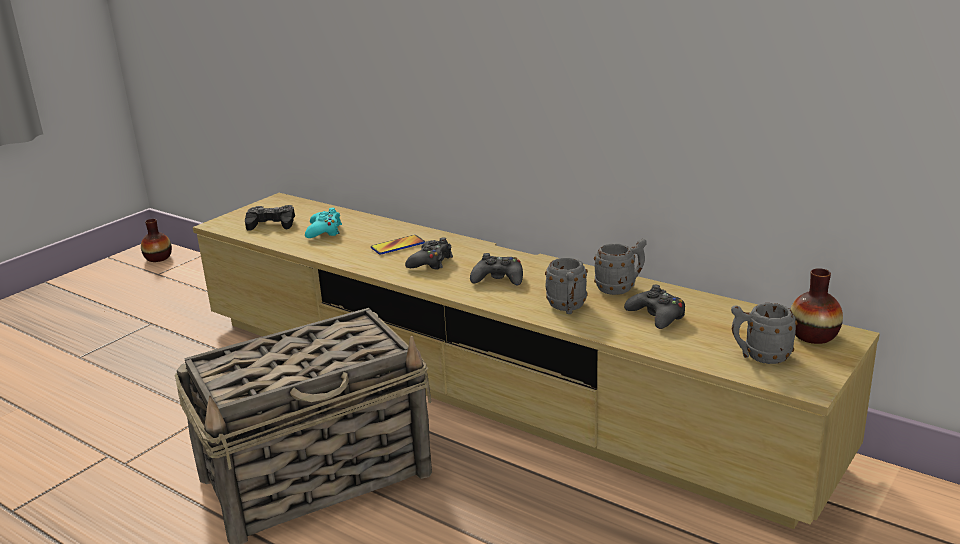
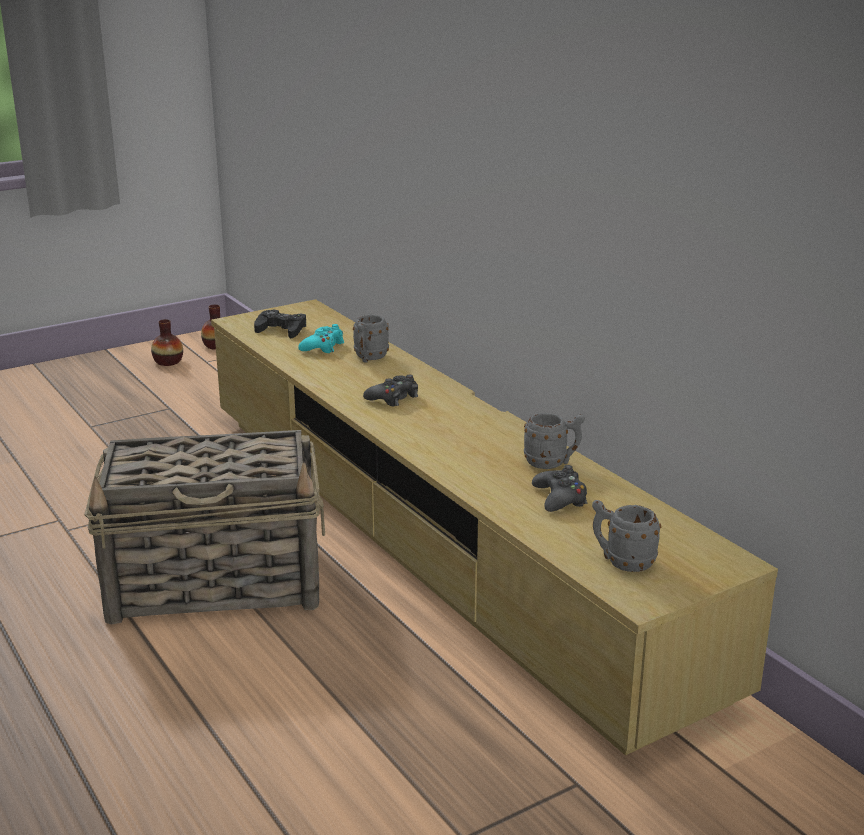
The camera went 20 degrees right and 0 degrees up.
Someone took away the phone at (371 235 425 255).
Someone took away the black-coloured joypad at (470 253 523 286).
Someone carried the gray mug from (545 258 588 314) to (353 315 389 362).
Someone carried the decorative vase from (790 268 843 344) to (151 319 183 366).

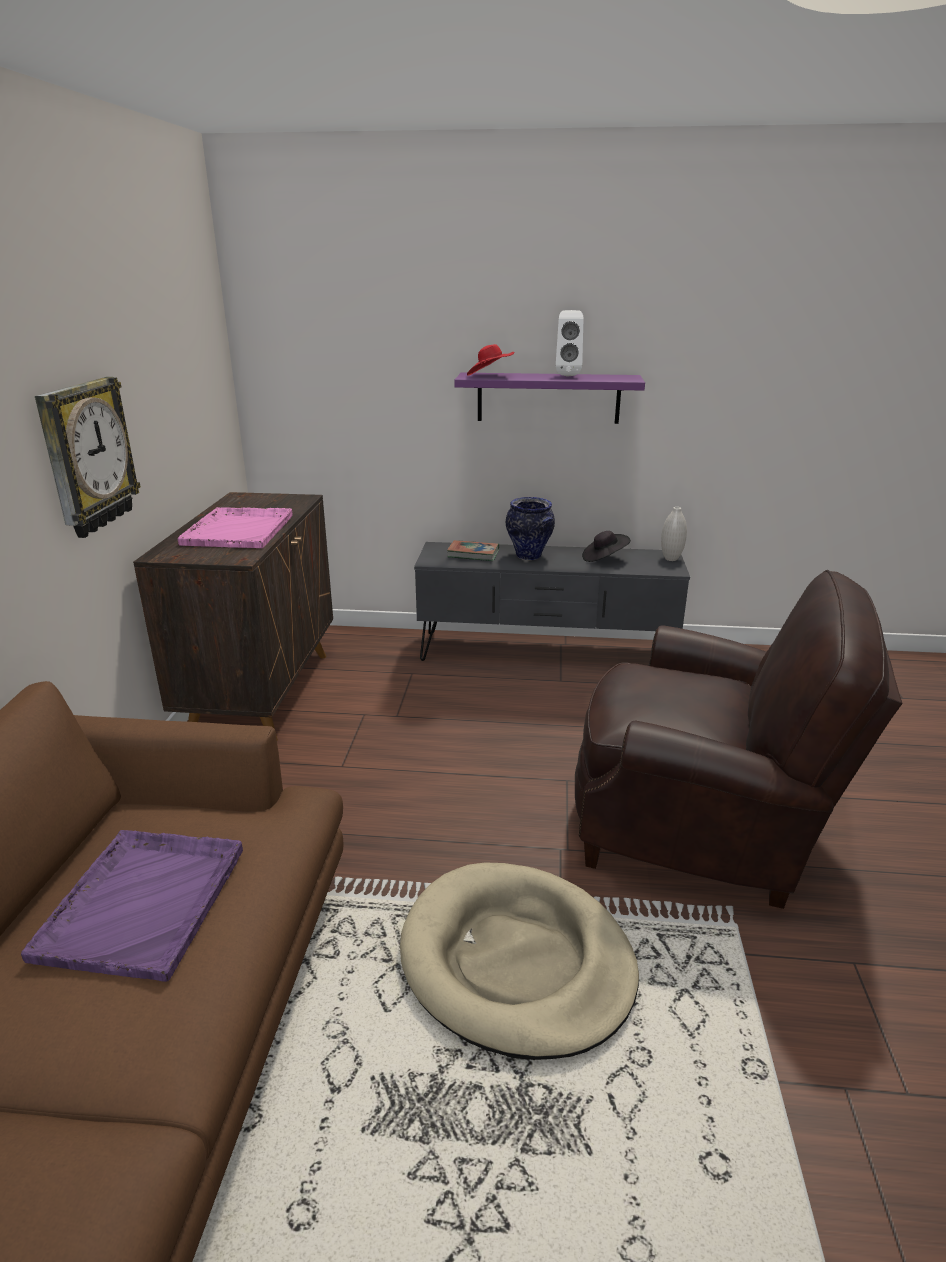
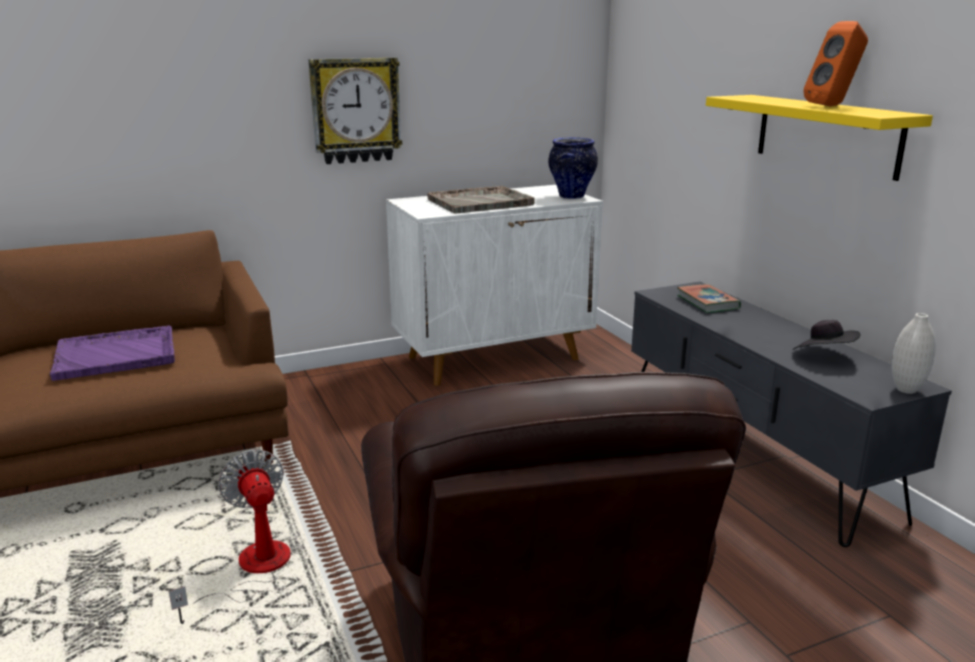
The camera went 60 degrees right and 5 degrees down.
Someone repainted the whitish loudspeaker at (556 310 583 376), which became the orange loudspeaker at (803 21 868 106).
Someone took away the reddish wearable hat at (467 344 515 376).
Someone repainted the purplish shelf at (455 373 645 424), which became the yellow-coloured shelf at (706 95 933 181).
Someone repainted the brown-coloured cabinet at (133 492 333 741), which became the whitish cabinet at (386 185 603 386).
Someone carried the decorative vase from (506 497 555 560) to (548 137 598 199).
Someone repainted the pink serving tray at (178 507 293 548), which became the gray serving tray at (427 186 535 214).
Someone swapped the sand-coloured dog bed at (400 863 639 1060) for the fan at (169 449 291 624).

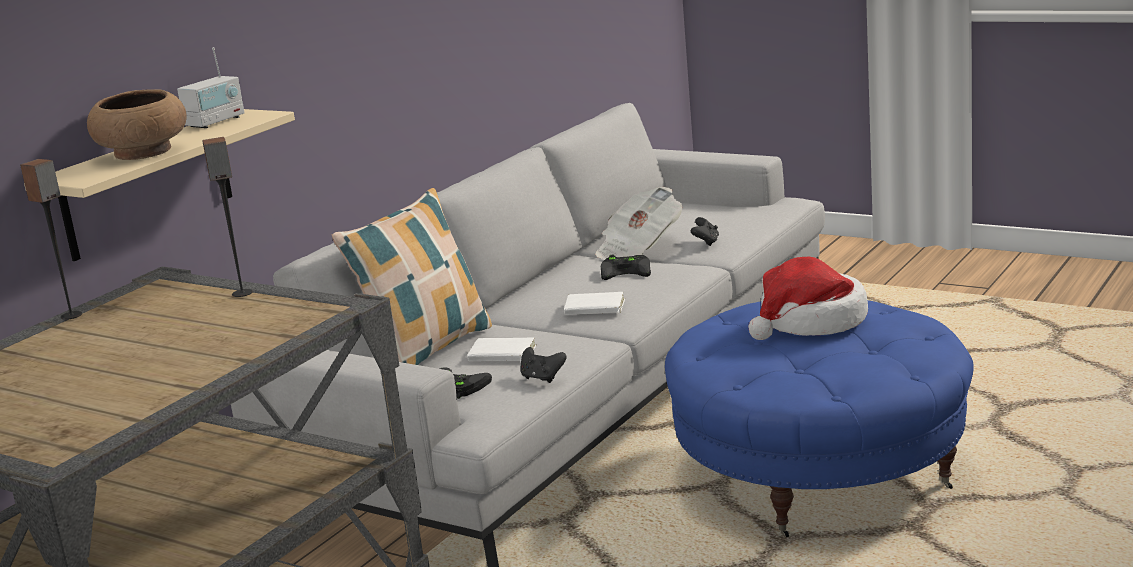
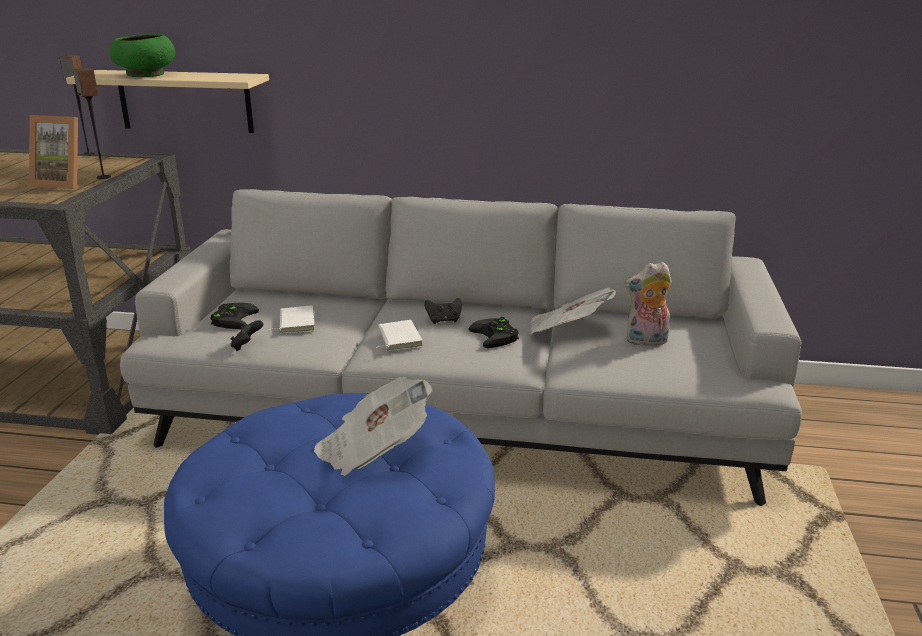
The camera went 65 degrees right and 5 degrees up.
Someone took away the radio at (177 47 244 128).
Someone repainted the brown-coloured bowl at (87 89 187 160), which became the green bowl at (109 34 175 77).
Someone took away the throw pillow at (332 188 492 365).
Someone carried the black-coloured joypad from (691 217 719 246) to (424 298 462 324).
Someone swapped the wearable hat at (748 257 868 340) for the newspaper at (314 377 433 476).
Someone put down the standing frame at (29 115 78 189).
Someone put down the soft toy at (625 261 672 346).

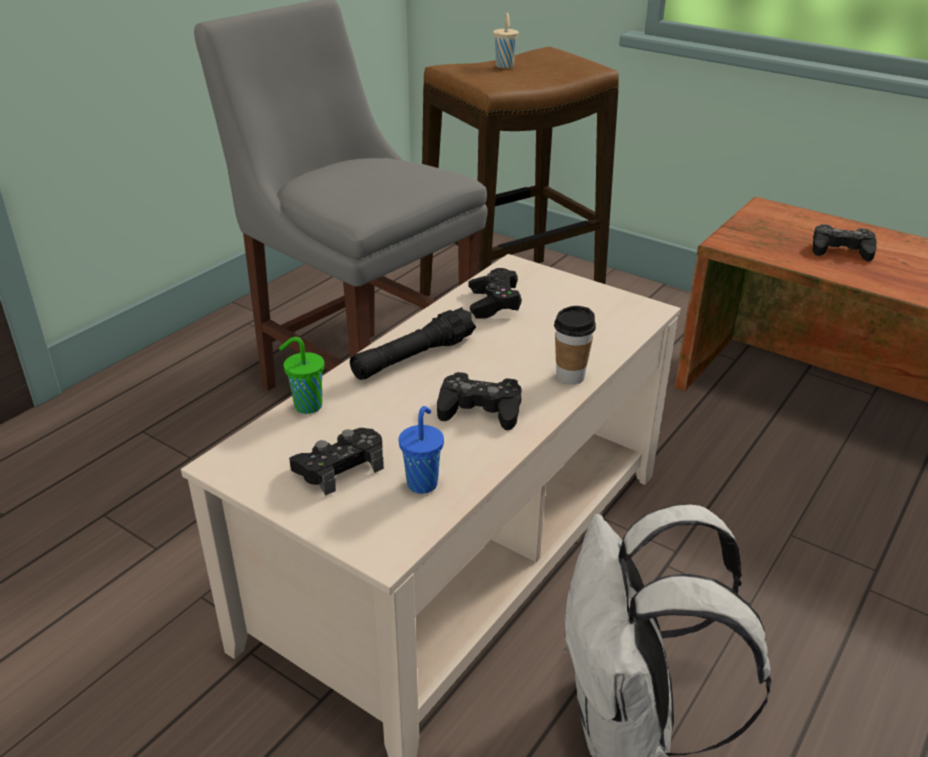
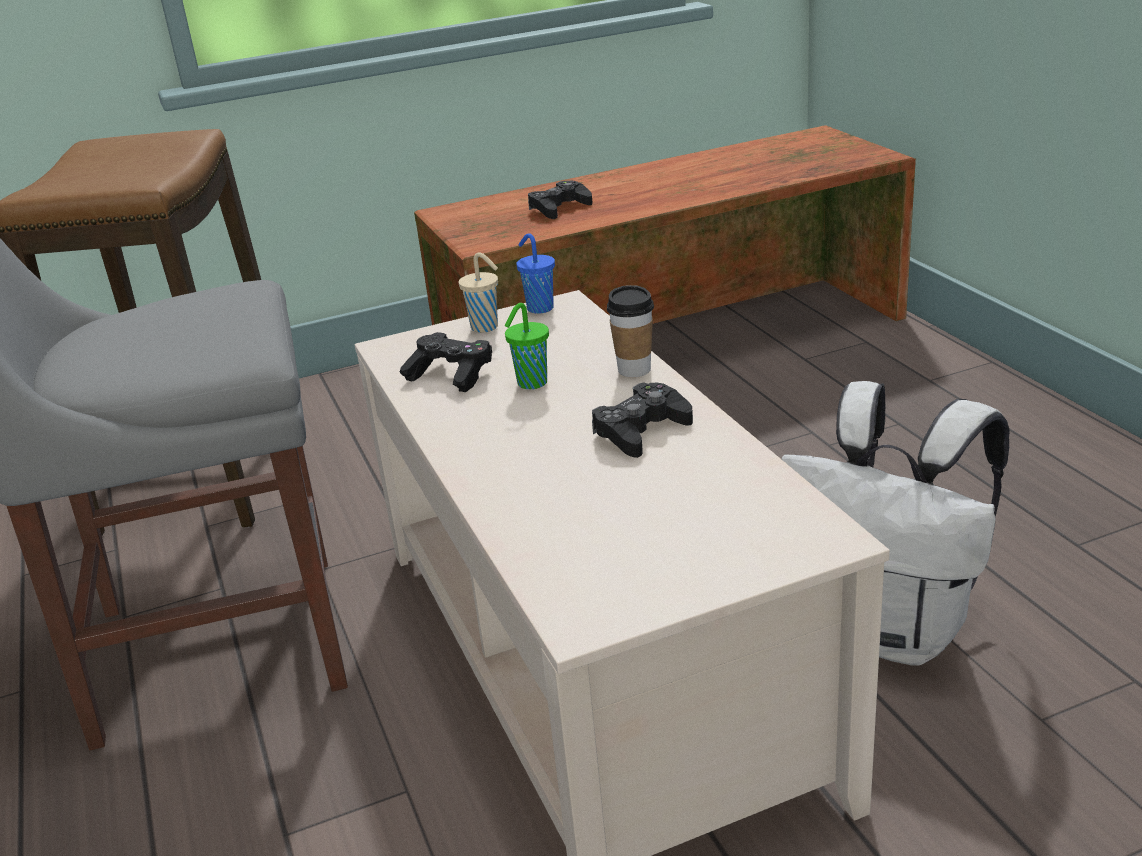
The camera went 55 degrees left and 5 degrees down.
Someone carried the sand-coloured small cup from (493 13 519 68) to (459 252 498 333).
Someone took away the black-coloured hand torch at (350 307 476 380).
Someone carried the green small cup from (279 337 324 414) to (505 303 549 389).
Someone carried the blue small cup from (399 406 444 494) to (516 233 555 314).
Someone took away the black-coloured joypad at (289 428 384 496).

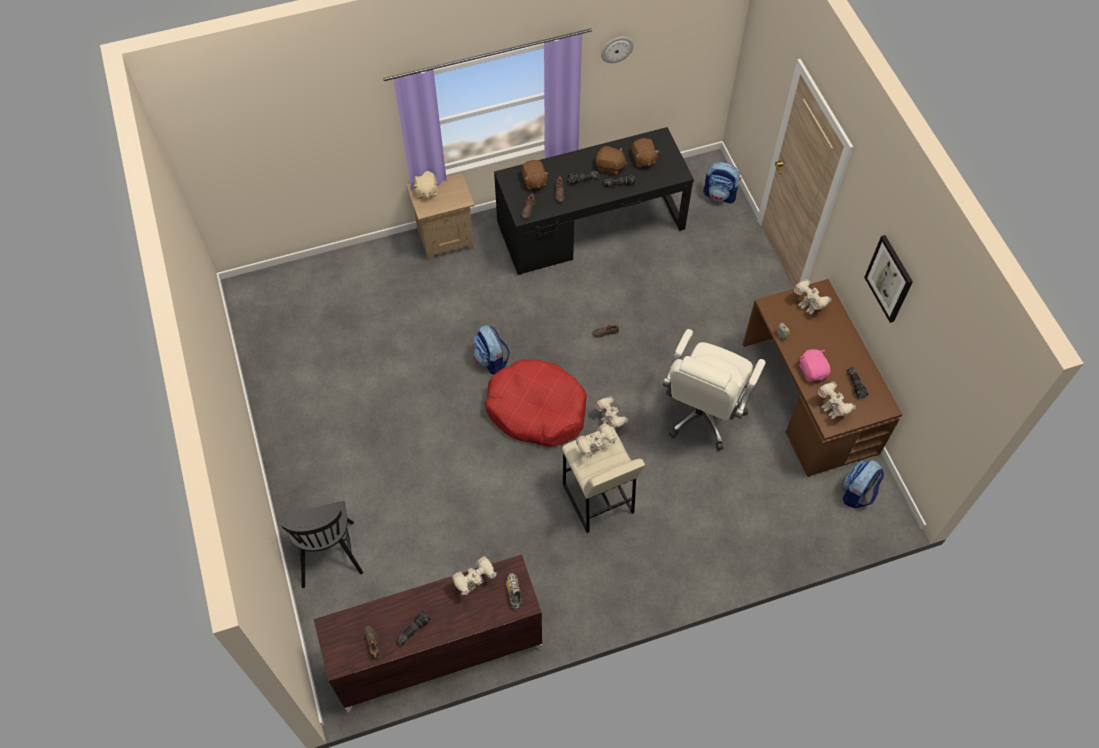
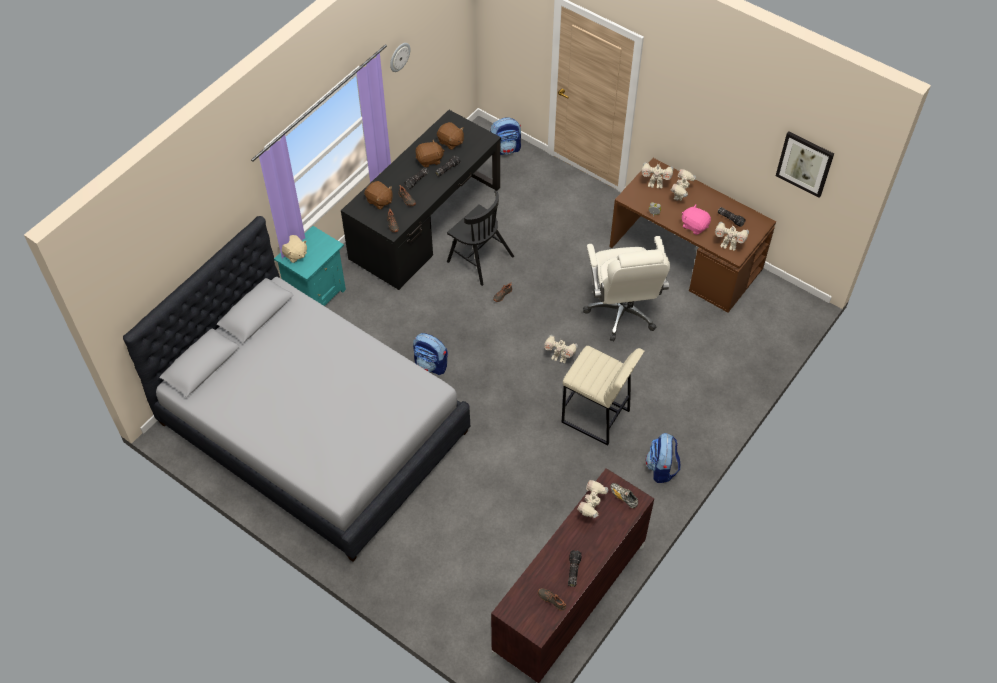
The camera went 35 degrees left and 5 degrees down.
Someone repainted the sand-coloured nightstand at (406 173 474 261), which became the turquoise-coloured nightstand at (274 226 346 306).
Someone carried the wall art from (864 235 913 323) to (776 131 834 198).
Someone took away the reddish dog bed at (485 359 587 447).
Someone carried the robot figure from (576 423 617 457) to (671 169 696 201).
Someone carried the knapsack from (843 460 884 508) to (646 433 680 483).
Someone carried the black-coloured plain chair from (280 501 363 588) to (447 191 514 286).
Someone put down the gray bedroom bed at (123 216 470 562).

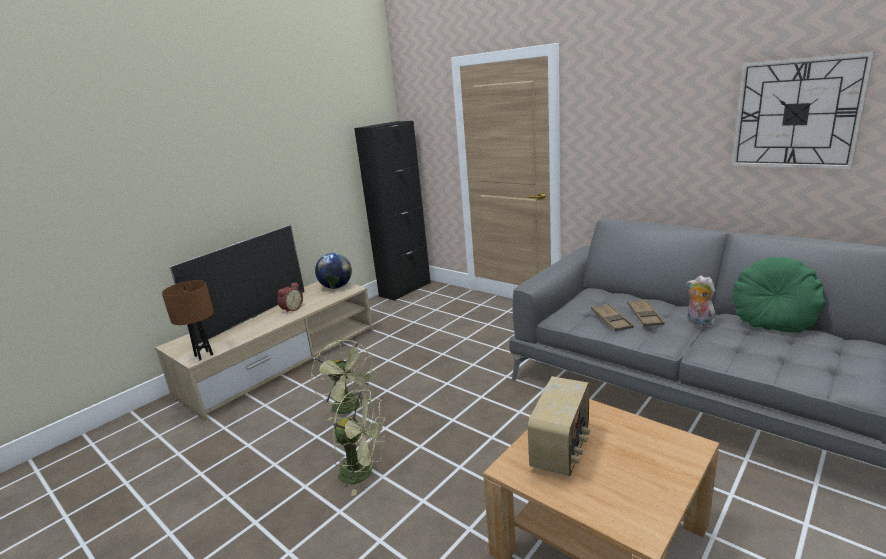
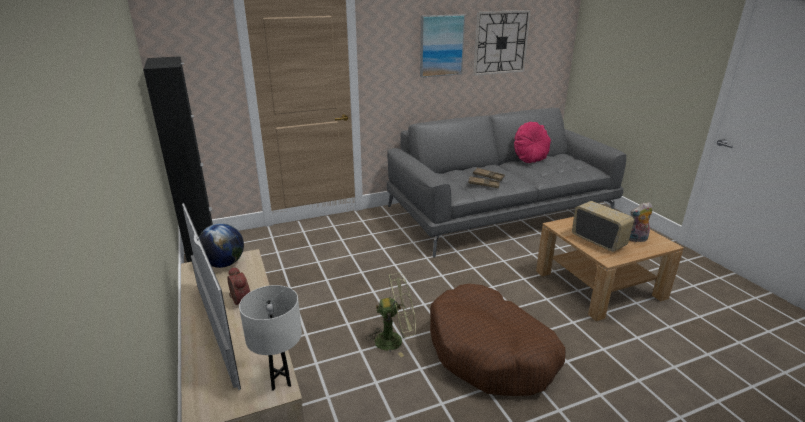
The camera went 65 degrees left and 5 degrees up.
Someone repainted the green throw pillow at (733 257 826 333), which became the pink throw pillow at (514 122 551 163).
Someone carried the soft toy from (686 275 715 328) to (629 202 652 242).
Someone repainted the brown-coloured table lamp at (162 280 214 361), which became the whitish table lamp at (239 285 302 391).
Someone swapped the green fan at (333 390 388 496) for the brown-coloured dog bed at (430 284 566 396).
Someone put up the wall art at (420 14 465 78).

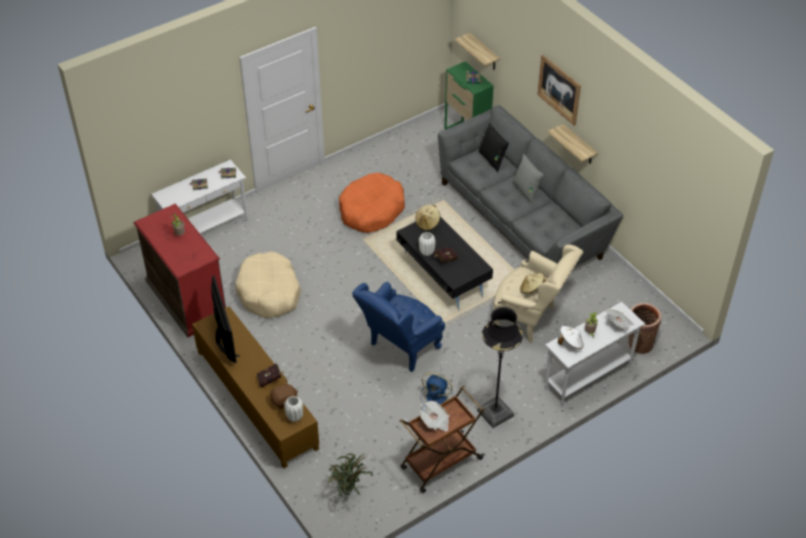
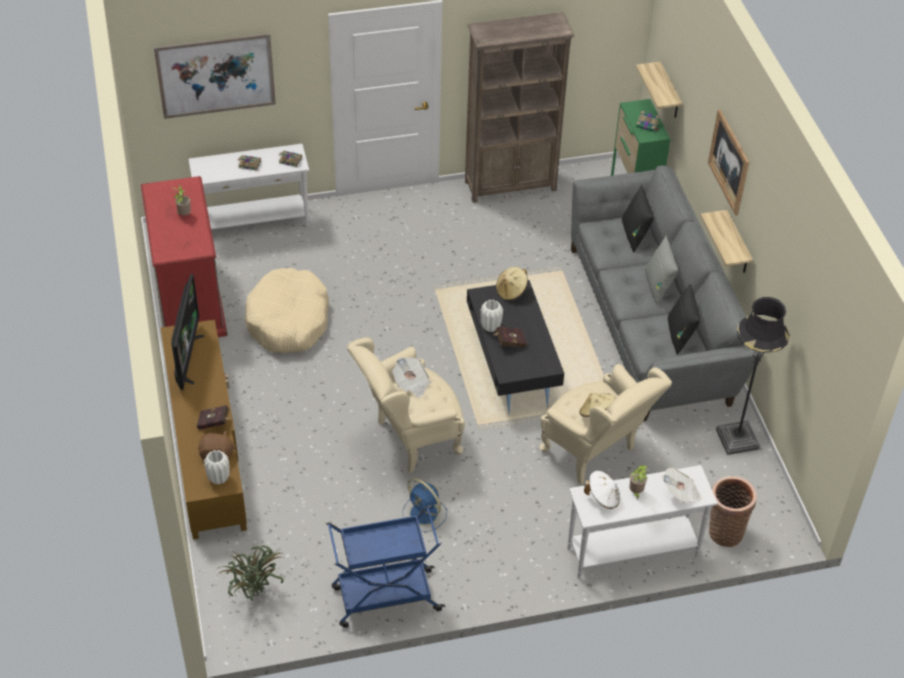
The camera went 20 degrees right and 0 degrees up.
Someone took away the orange dog bed at (339 173 405 233).
Someone repainted the blue lounge chair at (352 282 445 372), which became the sand-coloured lounge chair at (347 337 465 473).
Someone carried the black-coloured standard lamp from (477 307 523 428) to (716 297 790 455).
Someone repainted the brown-coloured cart at (399 386 485 493), which became the blue cart at (325 506 445 628).
Someone carried the newspaper from (420 401 449 432) to (392 357 431 398).
Someone put down the brown-coloured bookshelf at (465 12 575 203).
Someone put up the wall art at (154 33 276 119).
Someone put down the black-coloured throw pillow at (668 284 700 355).

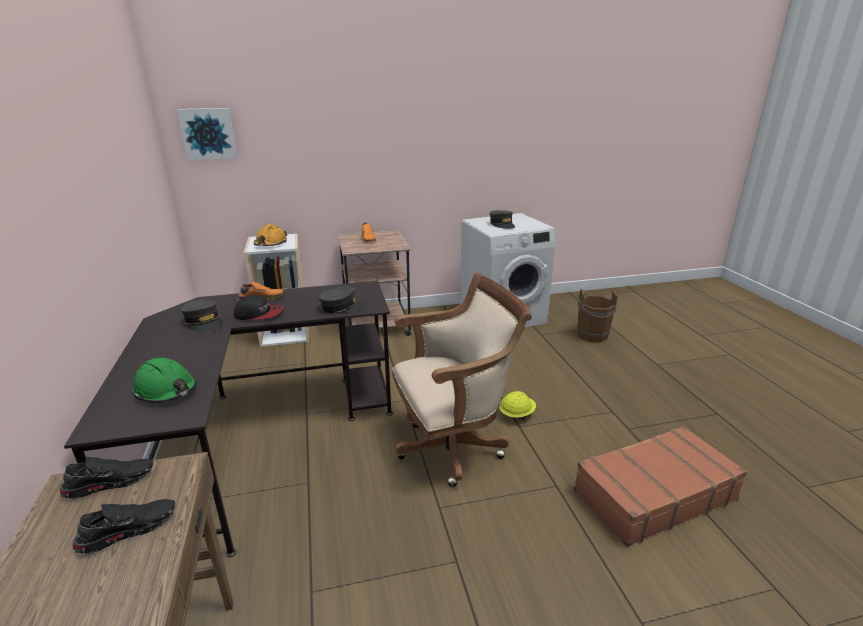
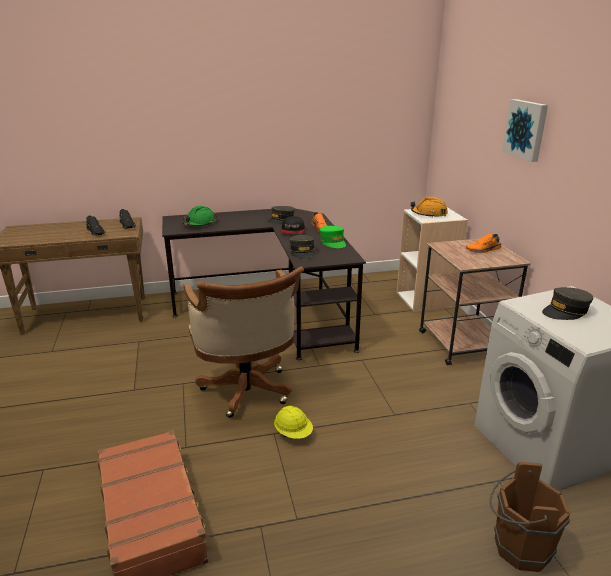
The camera went 90 degrees right and 0 degrees up.
Someone carried the wall art from (177 108 237 160) to (502 99 548 162).
Someone put down the green peaked cap at (320 226 346 248).

